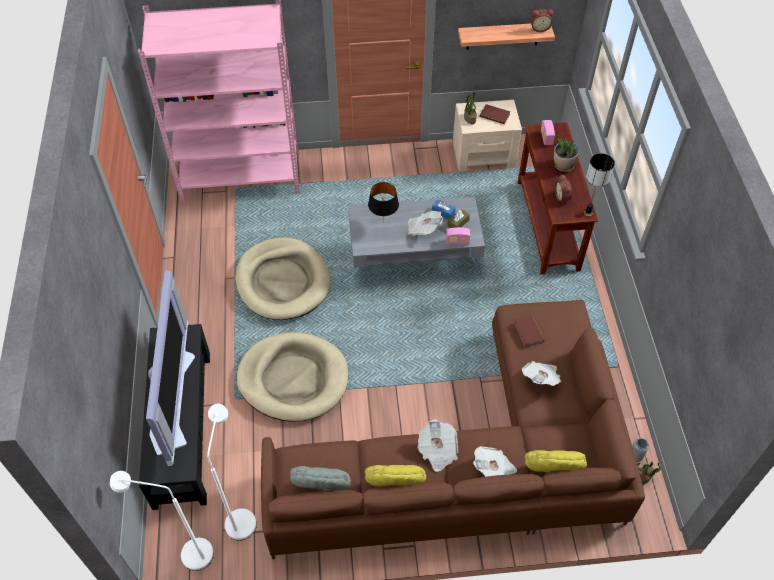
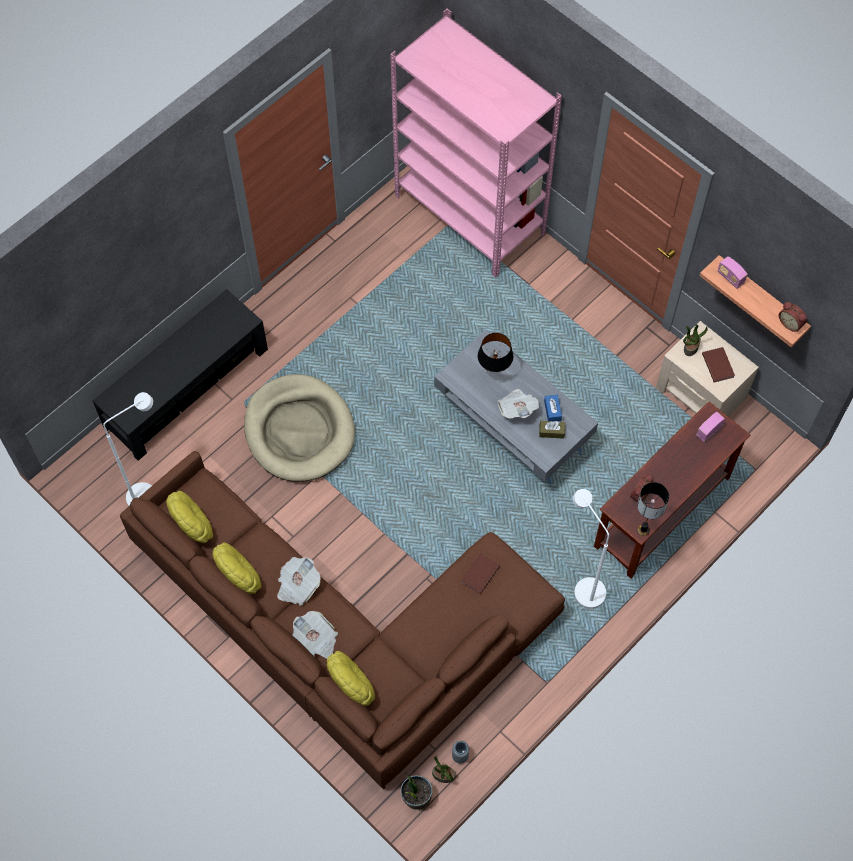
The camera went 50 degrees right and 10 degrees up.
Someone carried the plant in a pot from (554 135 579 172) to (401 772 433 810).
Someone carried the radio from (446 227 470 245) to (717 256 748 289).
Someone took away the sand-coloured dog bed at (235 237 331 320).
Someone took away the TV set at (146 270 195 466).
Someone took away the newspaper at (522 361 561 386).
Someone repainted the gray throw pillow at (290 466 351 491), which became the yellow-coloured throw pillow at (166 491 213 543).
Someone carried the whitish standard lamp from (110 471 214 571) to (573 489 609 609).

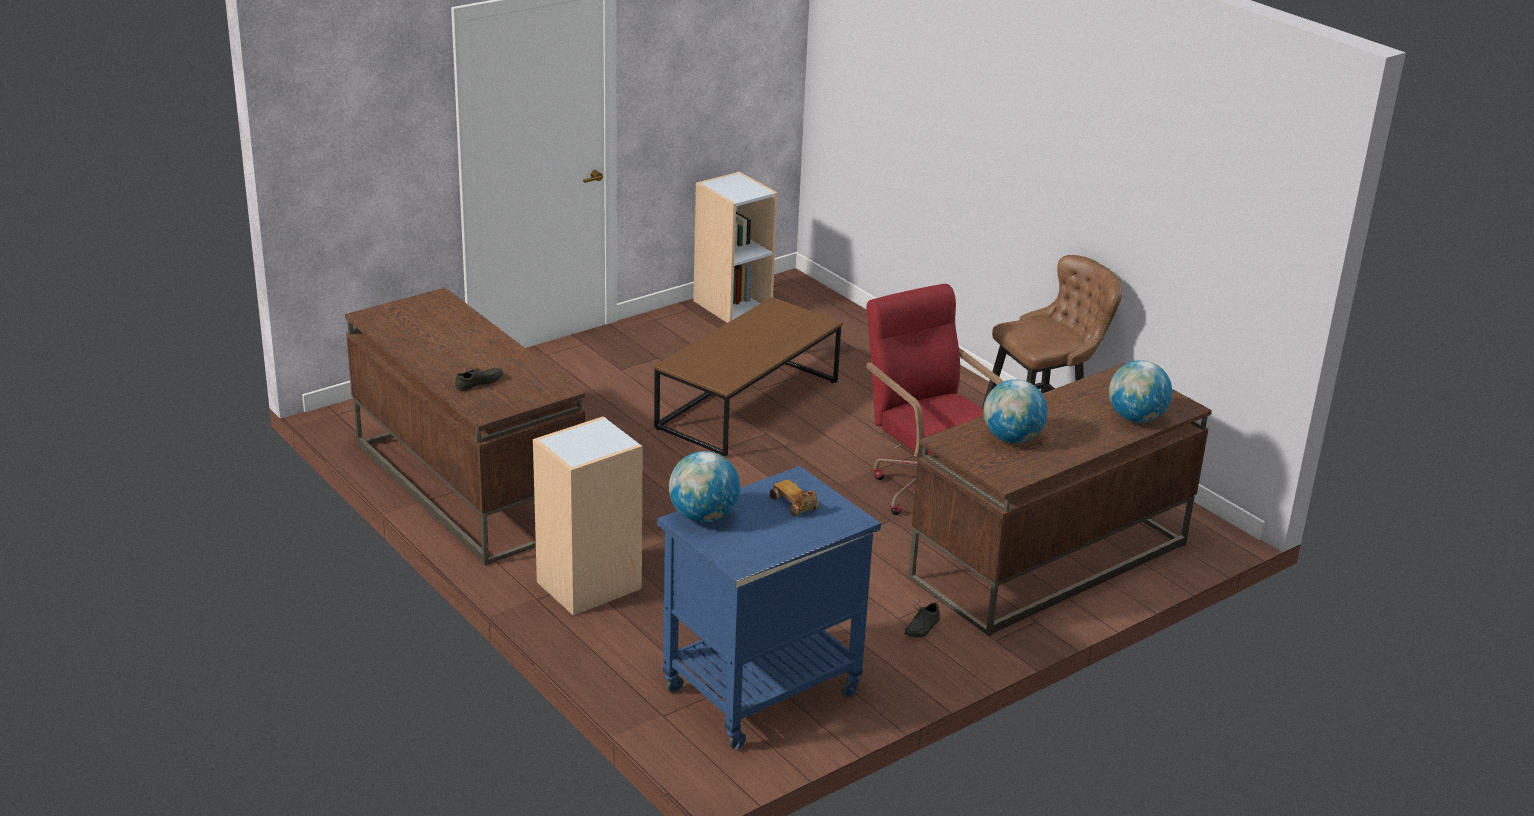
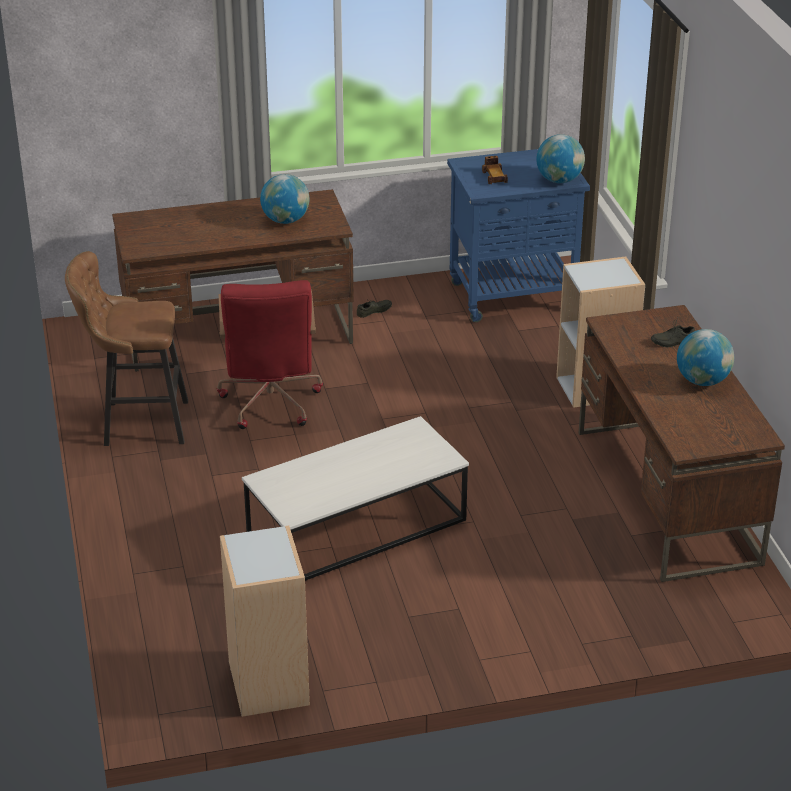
The camera went 155 degrees left and 5 degrees up.
Someone repainted the brown-coloured coffee table at (654 297 843 456), which became the whitish coffee table at (242 416 469 581).
Someone carried the desk globe from (1109 360 1172 423) to (677 329 734 386).

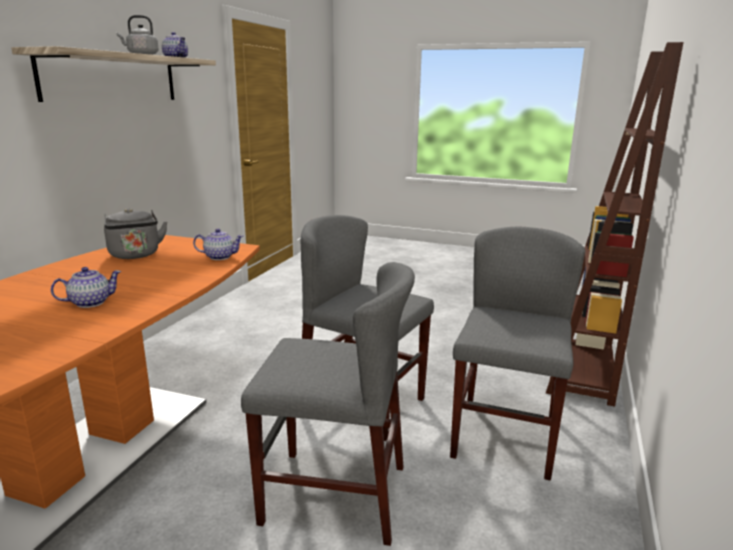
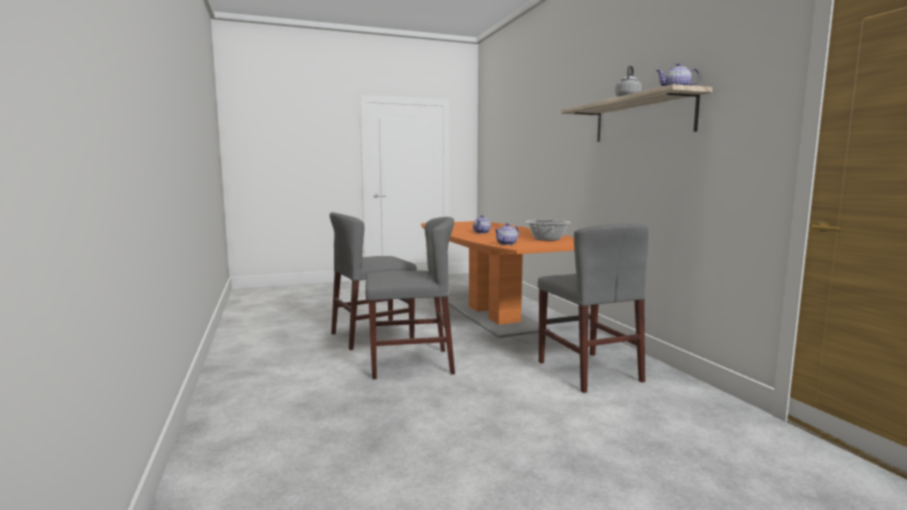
The camera went 140 degrees right and 10 degrees down.
Someone took away the brown-coloured bookshelf at (546 42 684 406).
Someone swapped the gray tea kettle at (104 208 168 259) for the saucepot at (526 220 571 241).
Someone carried the gray plain chair from (450 227 585 481) to (538 223 649 393).

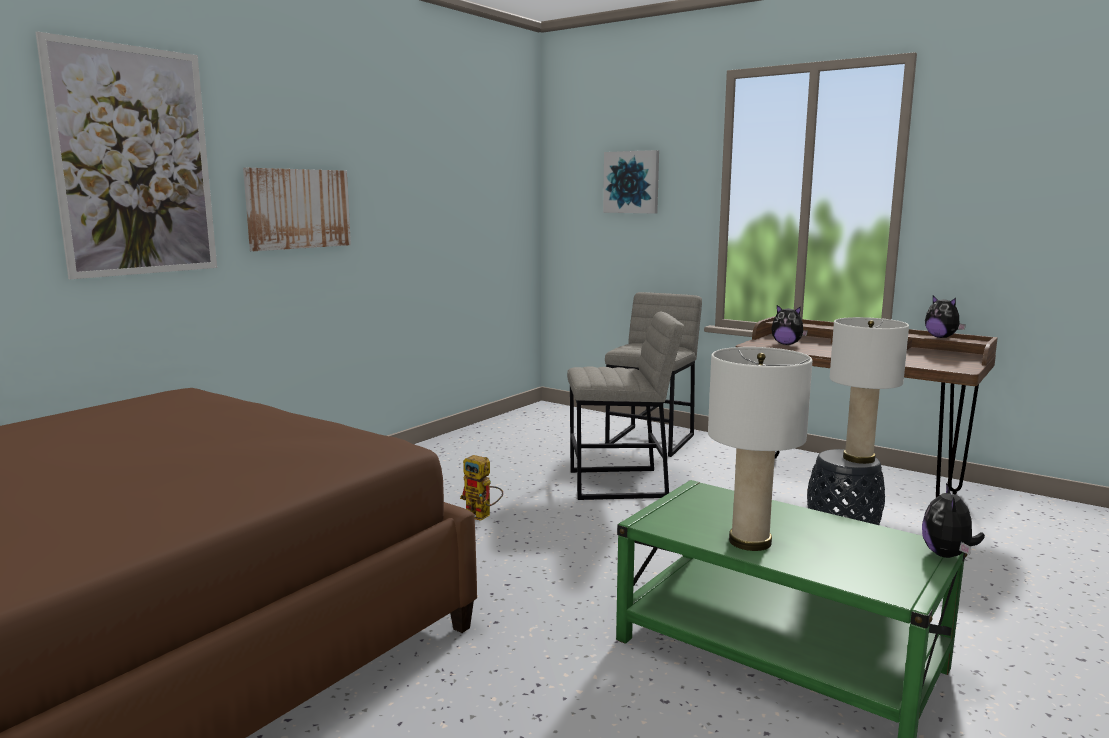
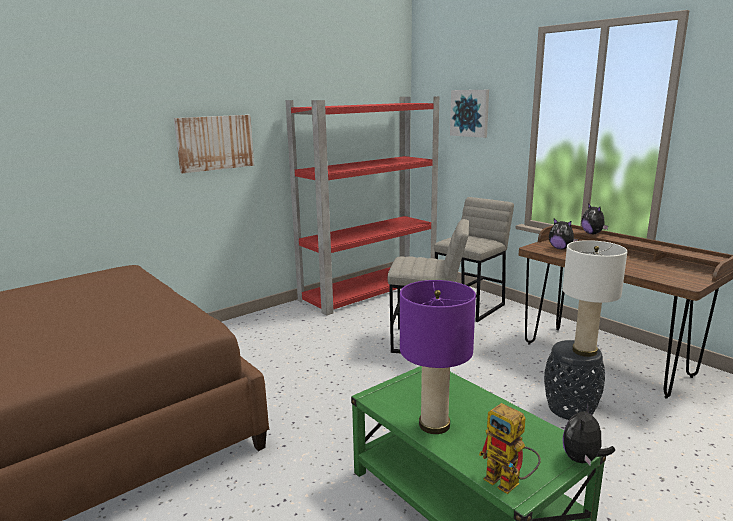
The camera went 15 degrees right and 5 degrees up.
Someone took away the wall art at (36 32 217 279).
Someone carried the soft toy from (925 295 966 338) to (581 203 608 234).
Someone repainted the whitish table lamp at (708 347 813 551), which became the purplish table lamp at (400 280 476 434).
Someone carried the robot figure from (460 455 503 521) to (479 403 541 494).
Someone put down the reddish bookshelf at (286 97 439 316).

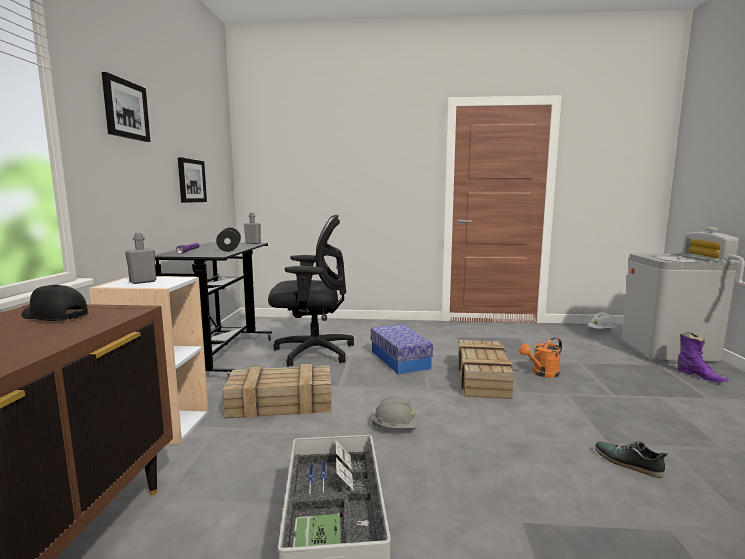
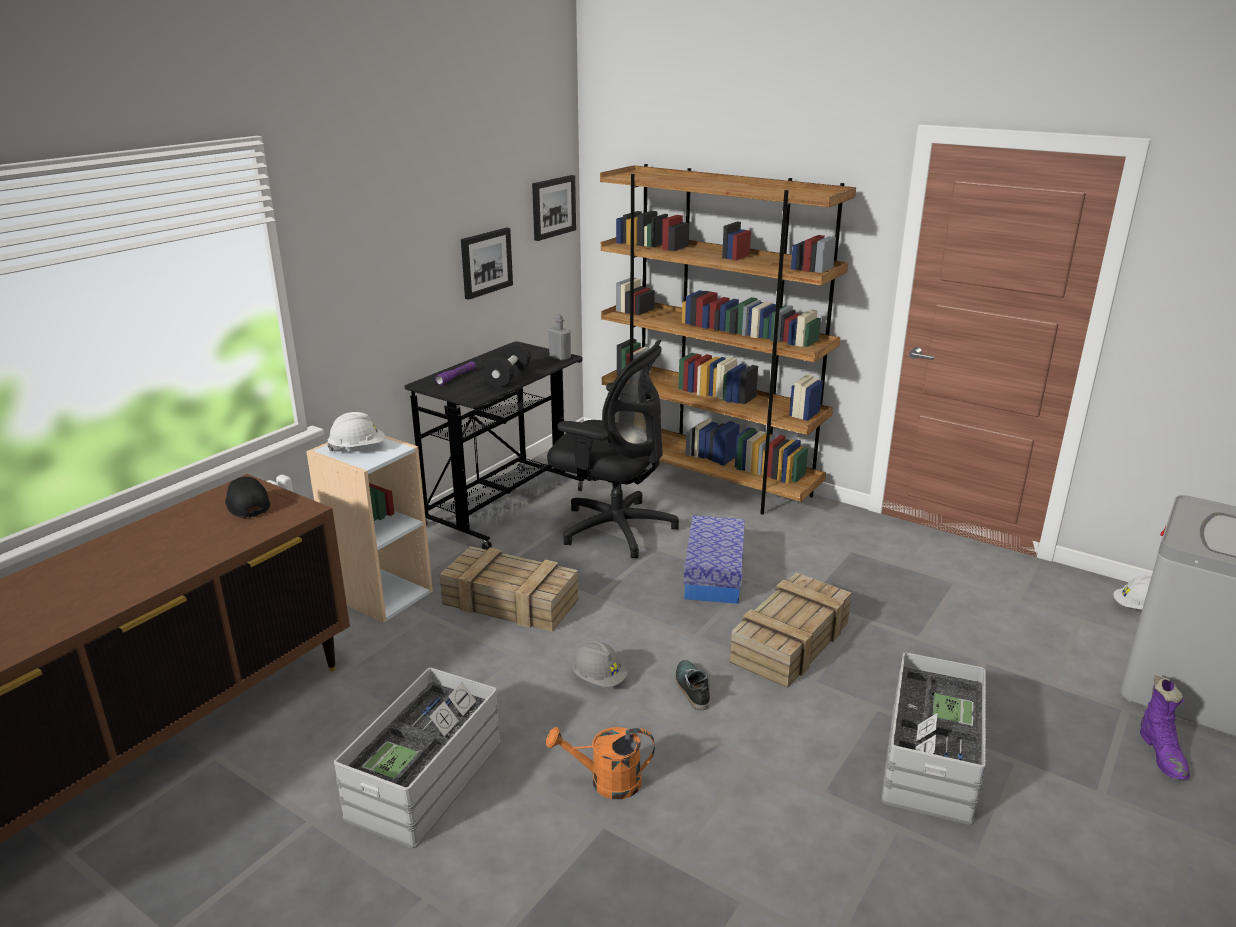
The camera went 30 degrees right and 15 degrees up.
Someone carried the wall art from (102 72 150 142) to (532 175 576 241).
Someone swapped the gray drink bottle at (125 233 157 284) for the whitish hard hat at (327 412 385 451).
Someone carried the orange watering pot from (519 337 562 378) to (546 727 655 799).
Someone carried the low shoe from (595 441 668 478) to (676 660 710 710).
Someone put down the brown-coloured bookshelf at (600 164 856 515).
Someone put down the gray storage container at (881 652 987 825).

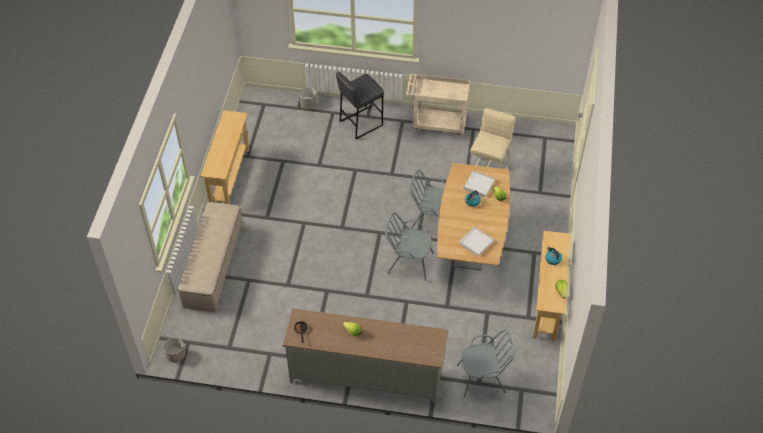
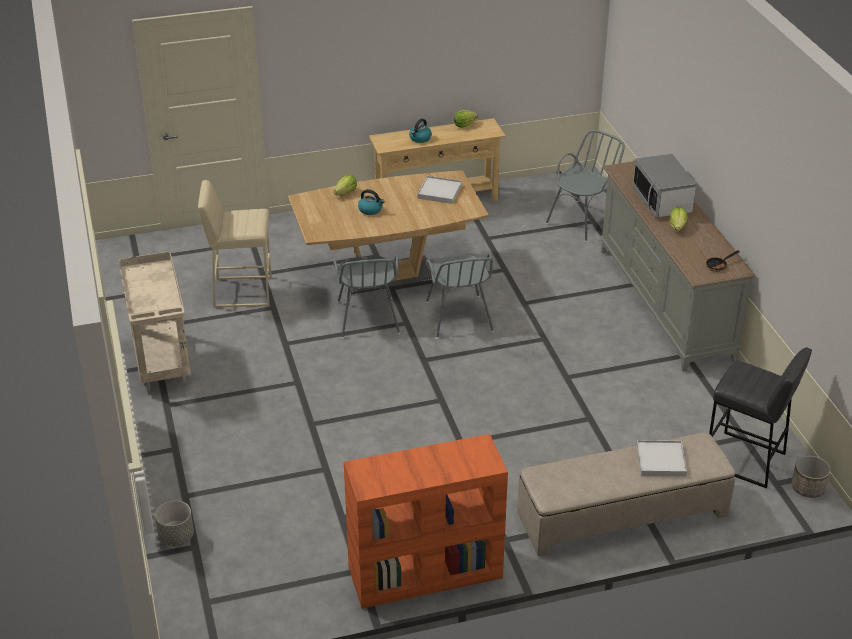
The camera went 115 degrees left and 15 degrees down.
Someone carried the gray stool from (336 72 384 139) to (709 348 812 488).
Someone swapped the sand-coloured hall table at (200 110 249 204) for the orange bookshelf at (344 434 508 608).
Someone carried the whitish serving tray from (464 171 495 197) to (636 440 687 476).
Someone rotated the gray plain chair at (456 329 515 399) by 75 degrees clockwise.
Someone put down the kitchen microwave at (633 154 696 218).

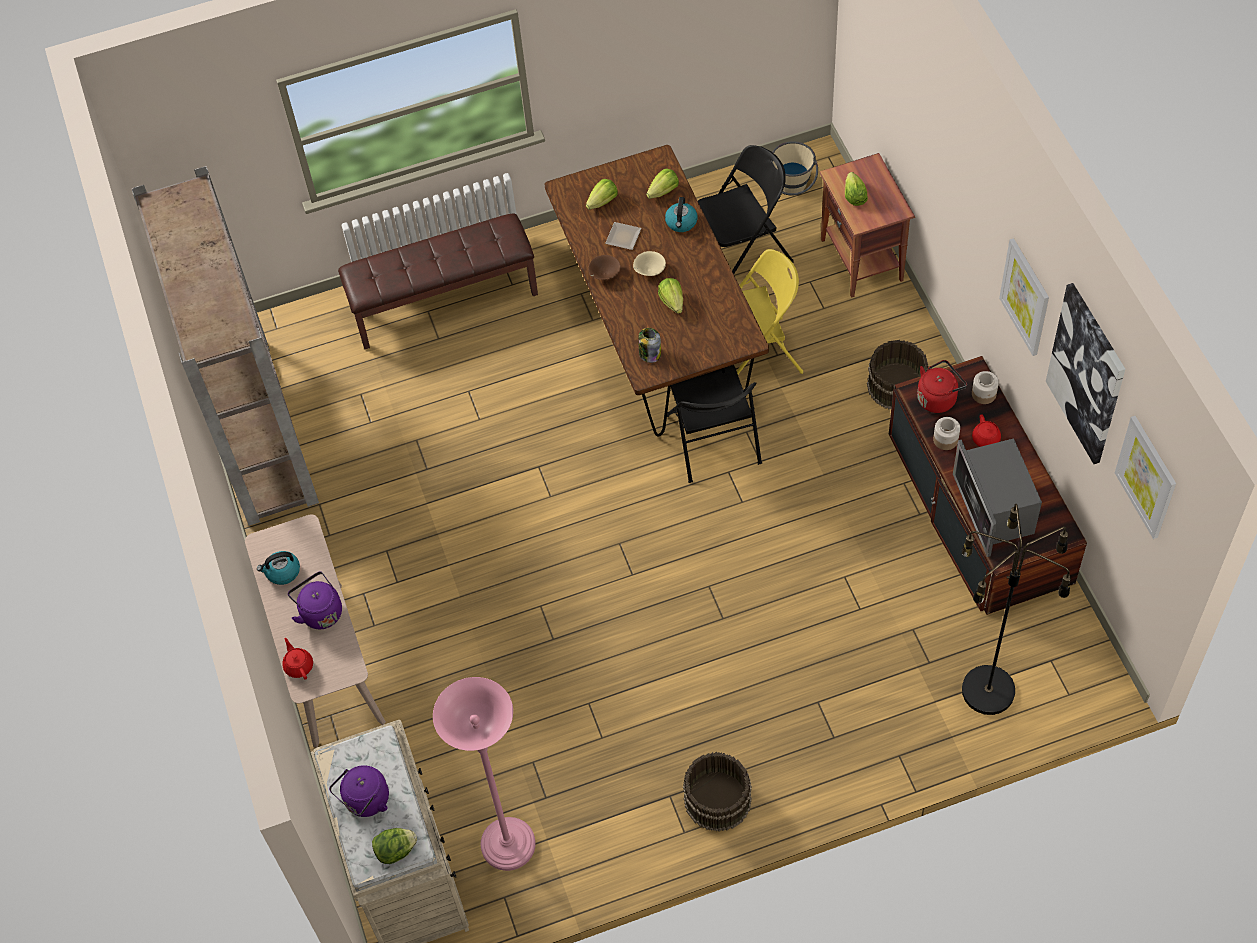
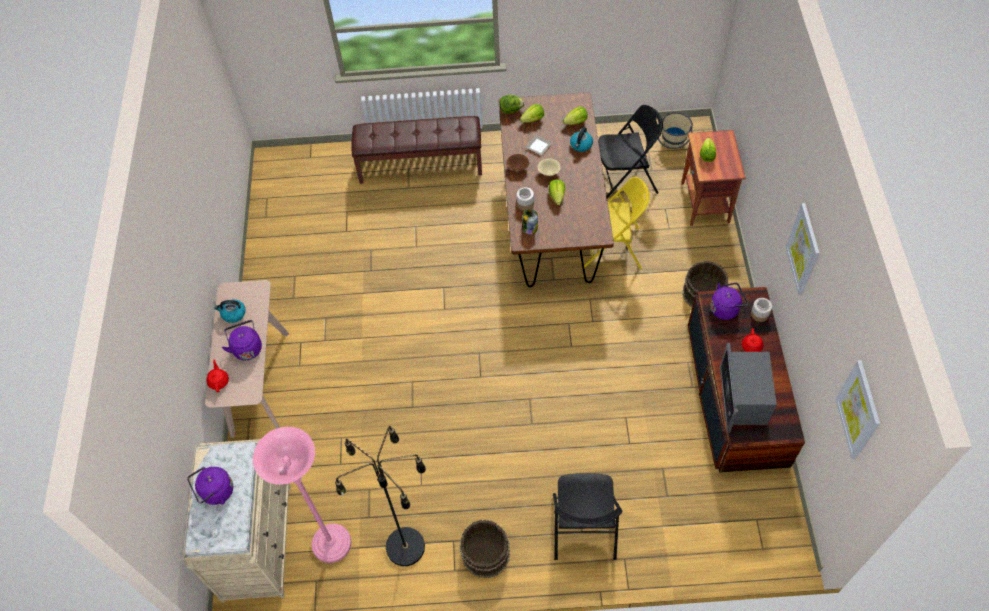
The camera went 15 degrees right and 0 degrees up.
Someone took away the brown-coloured bookshelf at (131 166 319 526).
Someone took away the wall art at (1046 283 1125 464).
Someone repainted the reddish tea kettle at (917 360 967 413), which became the purplish tea kettle at (710 283 748 320).
Someone carried the black-coloured plain chair from (667 365 762 483) to (553 473 622 560).
Someone carried the storage jar from (933 417 960 450) to (516 187 534 211).
Someone carried the standard lamp from (961 504 1071 715) to (335 426 426 566).
Someone carried the lettuce from (372 828 417 864) to (499 95 524 114).

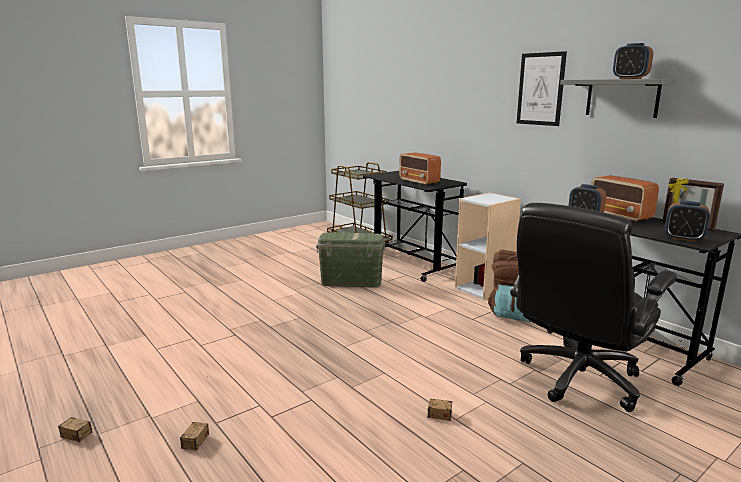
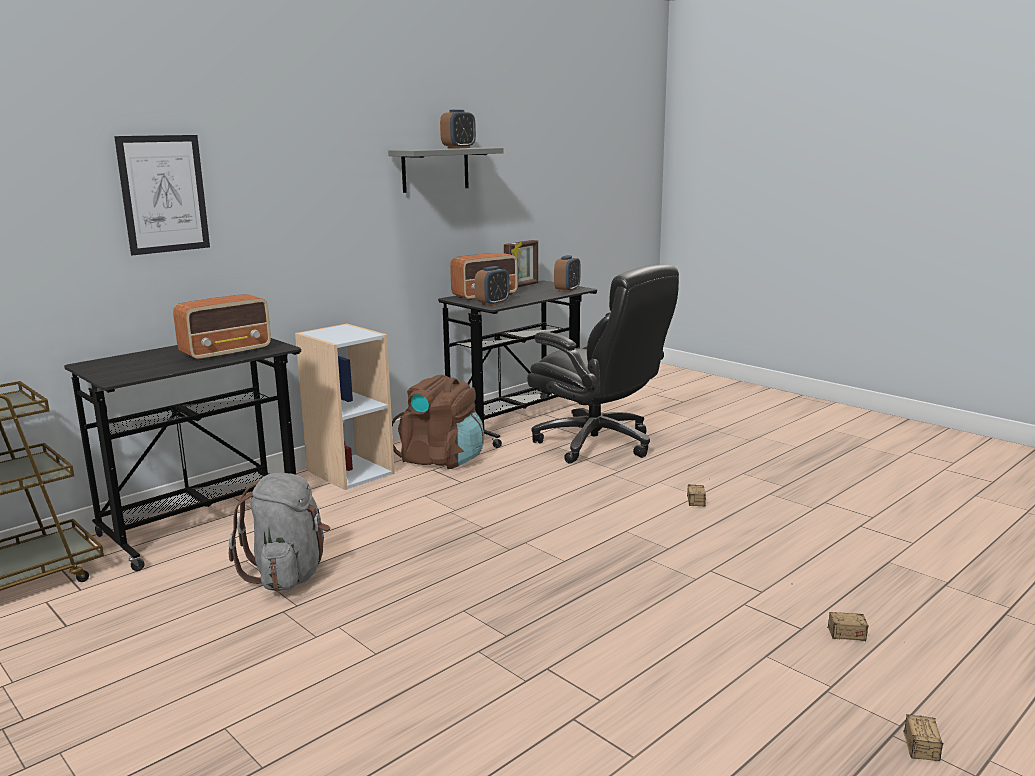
The camera went 95 degrees left and 0 degrees up.
Someone carried the wall art from (517 51 567 126) to (114 135 210 255).
Someone swapped the green storage container at (316 232 386 287) for the gray knapsack at (229 473 330 591).

